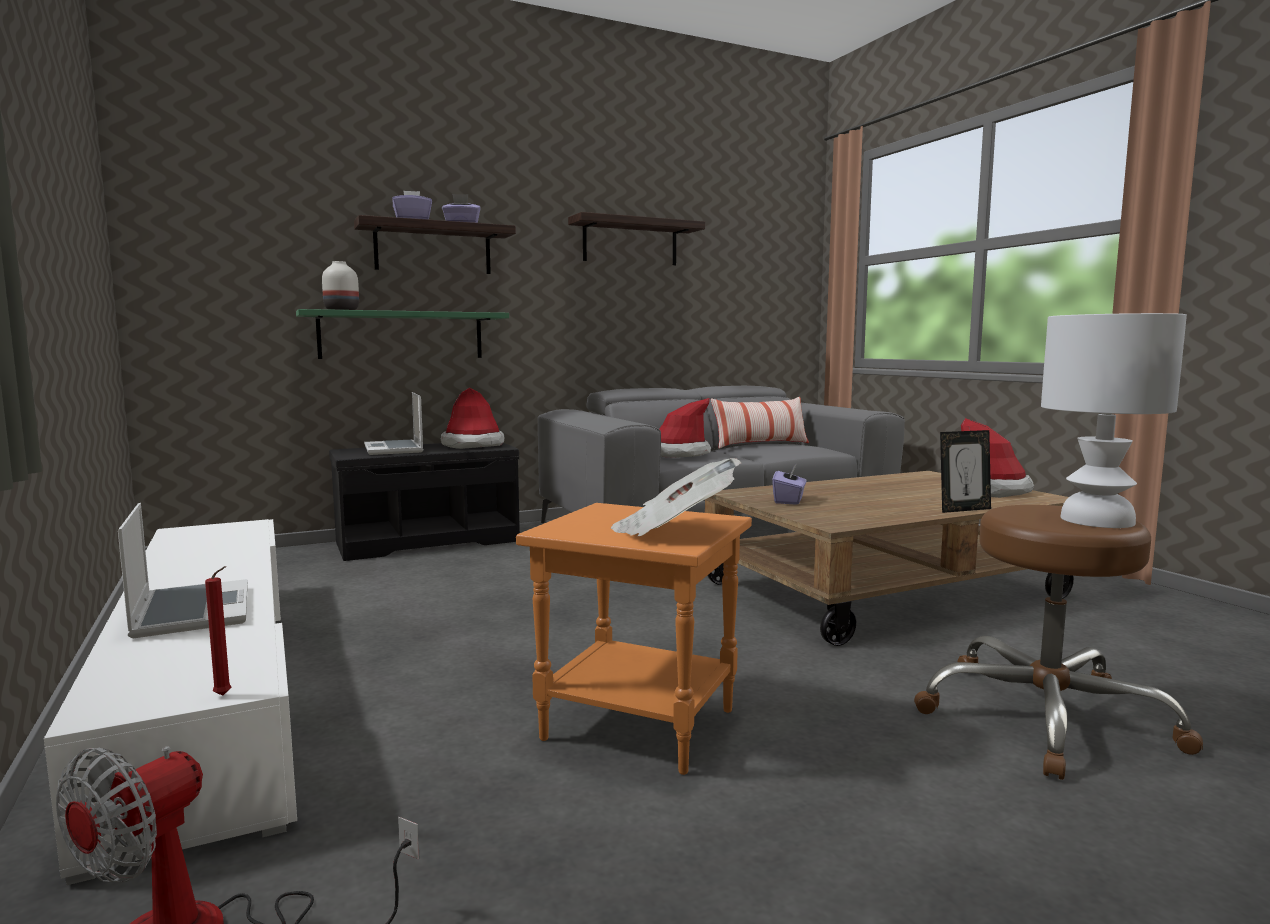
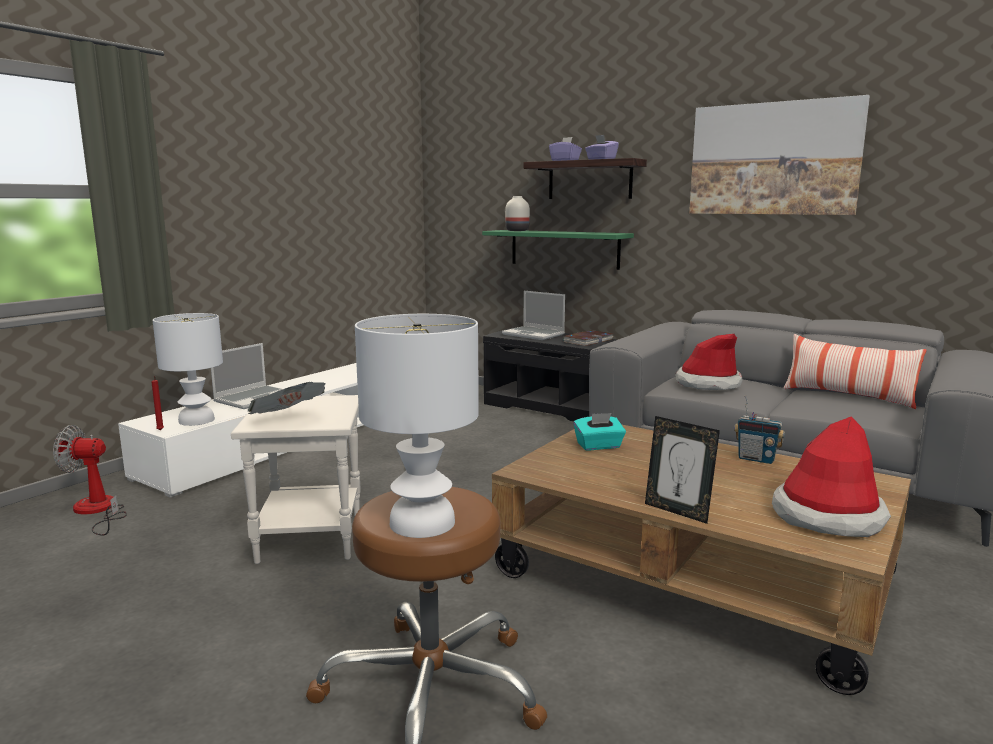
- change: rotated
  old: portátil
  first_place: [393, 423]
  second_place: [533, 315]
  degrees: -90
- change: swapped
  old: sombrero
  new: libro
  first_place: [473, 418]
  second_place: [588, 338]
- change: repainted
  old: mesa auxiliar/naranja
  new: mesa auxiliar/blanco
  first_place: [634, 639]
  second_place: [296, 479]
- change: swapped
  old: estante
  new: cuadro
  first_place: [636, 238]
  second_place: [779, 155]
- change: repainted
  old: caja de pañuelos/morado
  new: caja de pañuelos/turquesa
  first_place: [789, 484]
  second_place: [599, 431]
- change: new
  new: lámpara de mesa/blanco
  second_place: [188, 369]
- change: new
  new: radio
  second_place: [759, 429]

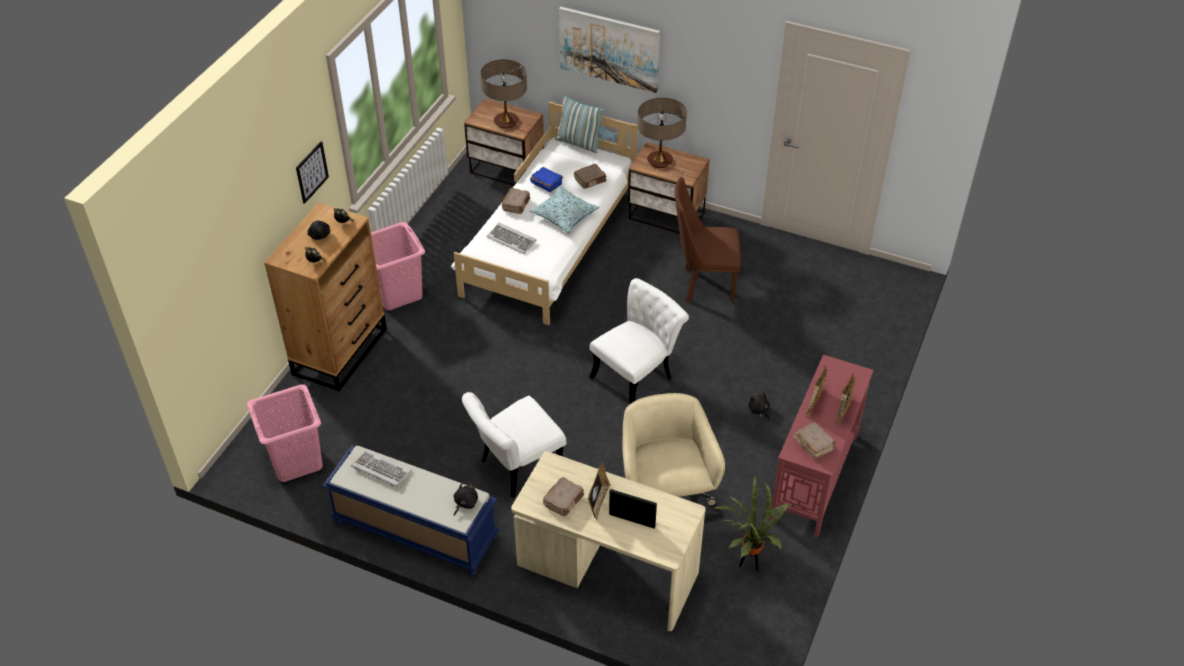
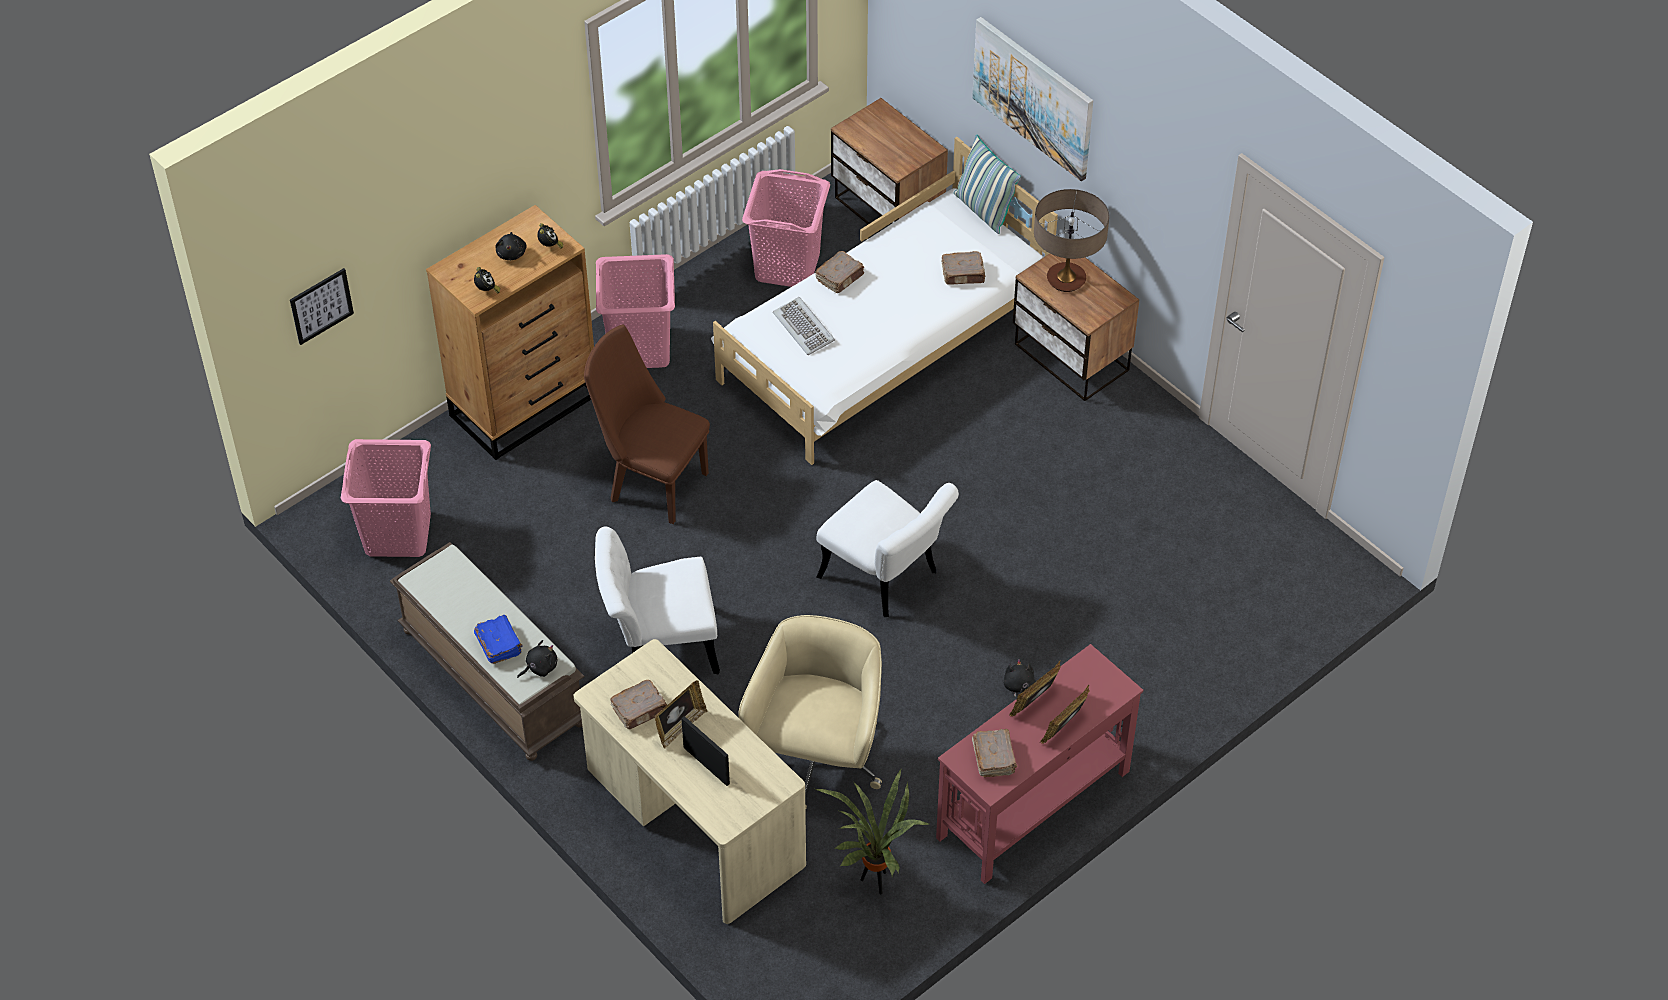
- change: shifted
  old: cuadro
  first_place: [312, 172]
  second_place: [322, 306]
- change: repainted
  old: banco/azul
  new: banco/marrón
  first_place: [411, 510]
  second_place: [487, 651]
- change: gone
  old: teclado
  first_place: [381, 468]
- change: gone
  old: lámpara de mesa
  first_place: [504, 94]
- change: shifted
  old: libro/azul
  first_place: [546, 179]
  second_place: [498, 639]
- change: gone
  old: cojín
  first_place: [564, 210]
- change: rotated
  old: silla/blanco
  first_place: [639, 341]
  second_place: [888, 548]
  degrees: 60
- change: shifted
  old: silla/marrón
  first_place: [708, 240]
  second_place: [647, 424]
- change: new
  new: cesto de la ropa/rosa
  second_place: [786, 228]

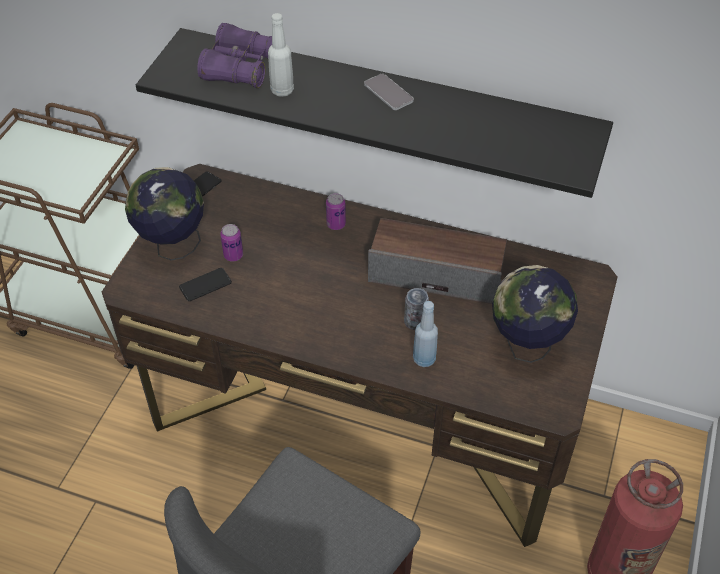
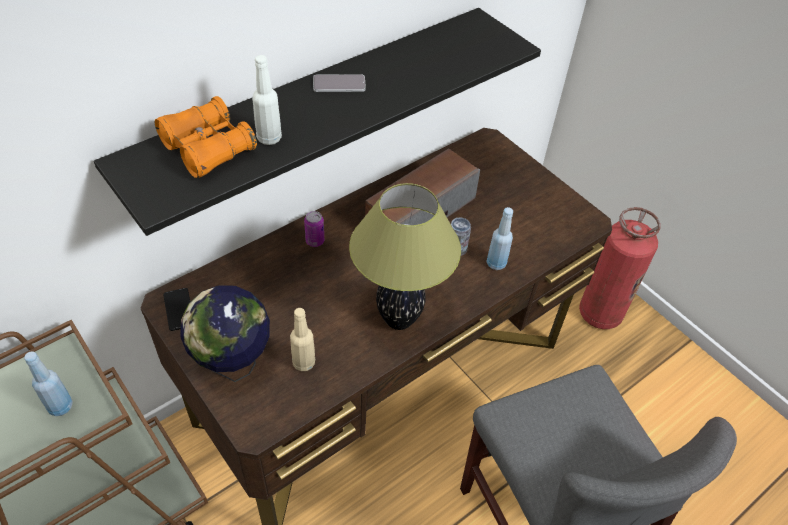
- change: swapped
  old: móvil
  new: botella/beis
  first_place: [205, 284]
  second_place: [302, 339]
- change: repainted
  old: prismáticos/morado
  new: prismáticos/naranja
  first_place: [234, 55]
  second_place: [206, 137]
- change: gone
  old: lata
  first_place: [231, 243]
- change: gone
  old: globo terráqueo
  first_place: [535, 314]
- change: new
  new: botella/azul
  second_place: [48, 383]
- change: new
  new: lámpara de mesa
  second_place: [405, 256]

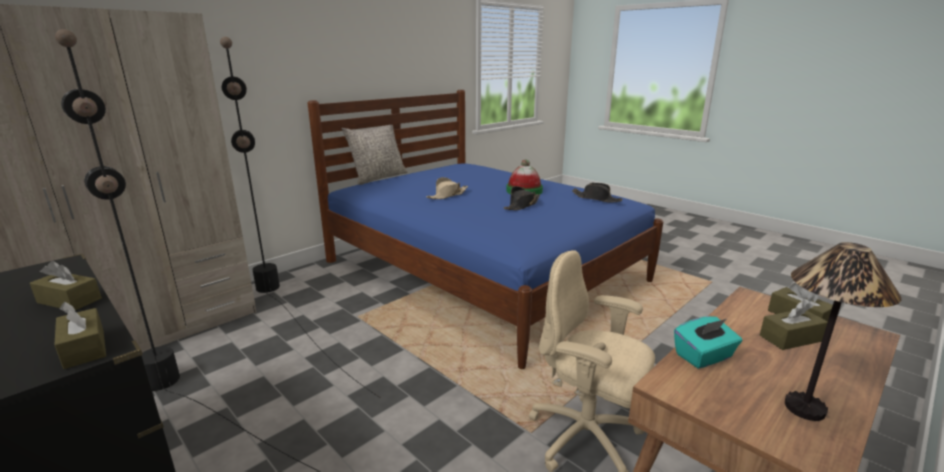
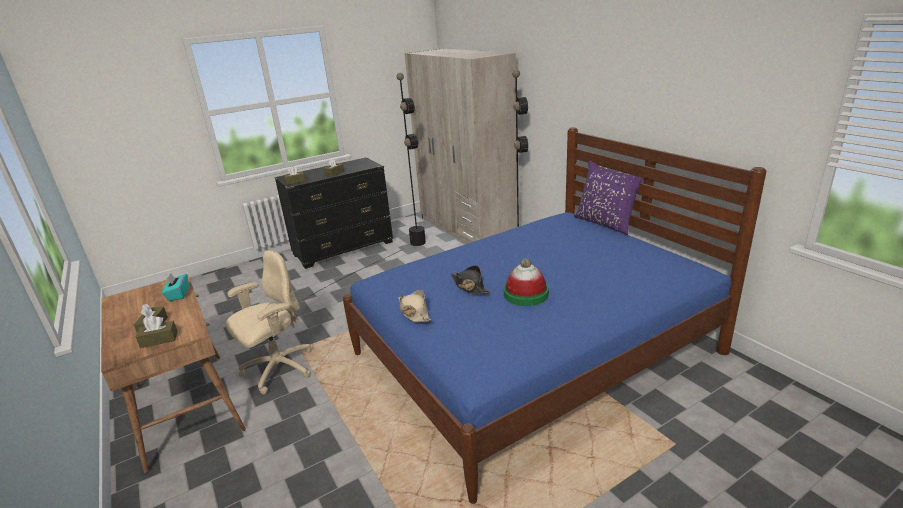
- change: repainted
  old: cojín/gris
  new: cojín/morado
  first_place: [374, 155]
  second_place: [609, 198]
- change: shifted
  old: sombrero/beis
  first_place: [447, 188]
  second_place: [414, 306]
- change: gone
  old: sombrero/negro
  first_place: [597, 192]
- change: gone
  old: lámpara de mesa
  first_place: [843, 331]

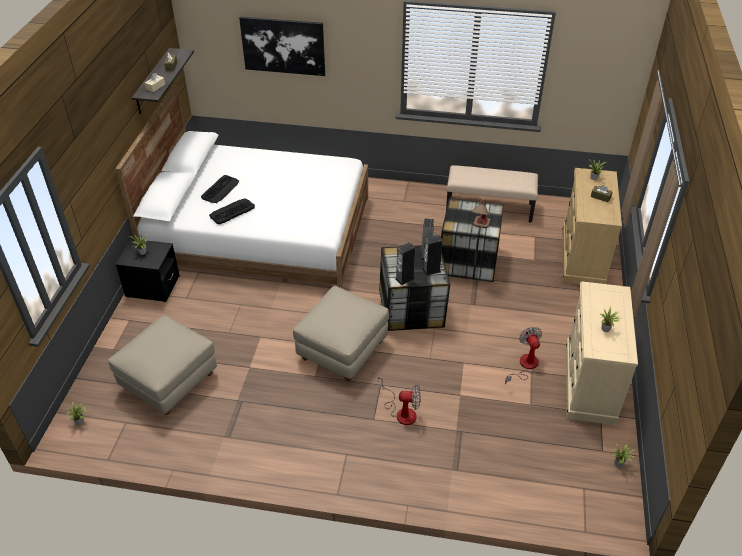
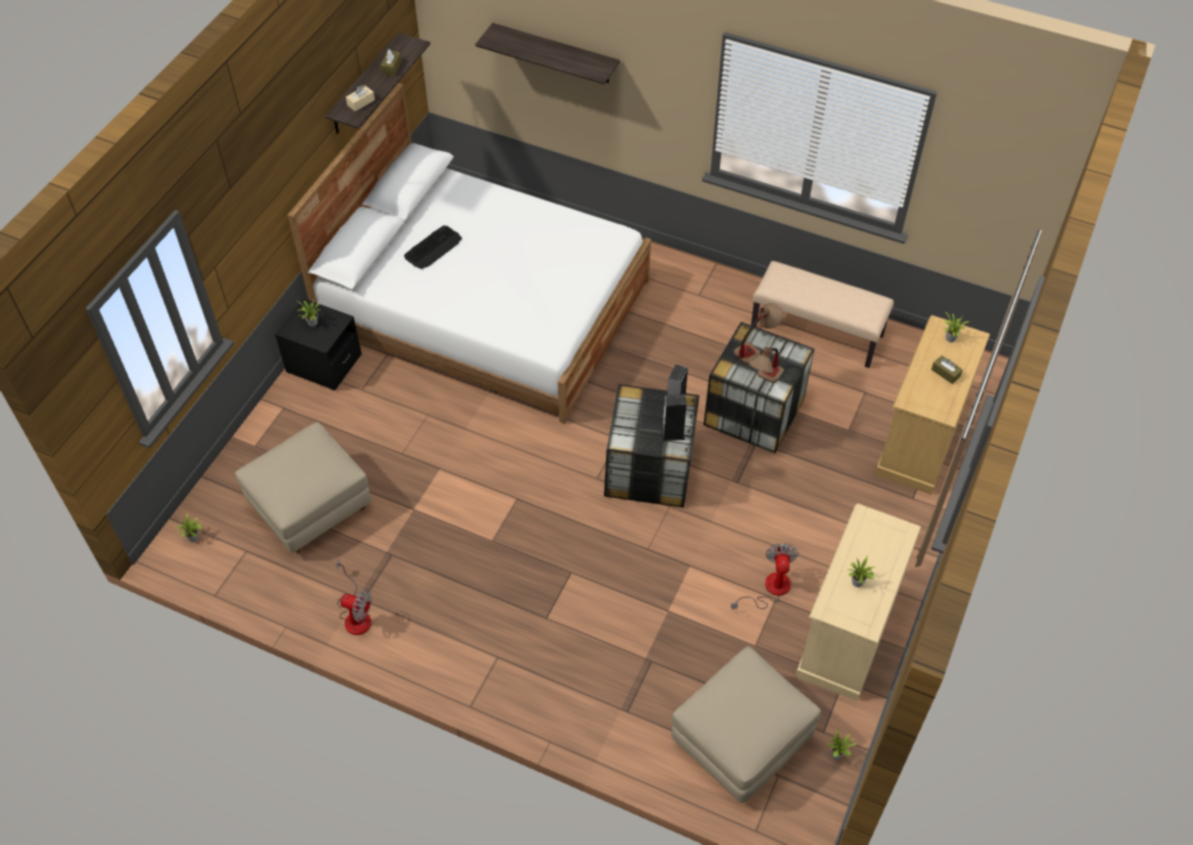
- change: gone
  old: teclado
  first_place: [232, 211]
- change: swapped
  old: cuadro
  new: estante
  first_place: [282, 46]
  second_place: [547, 54]
- change: shifted
  old: puf/beis
  first_place: [341, 333]
  second_place: [746, 724]
- change: shifted
  old: ventilador
  first_place: [399, 399]
  second_place: [354, 596]
- change: gone
  old: altavoz
  first_place: [405, 263]
- change: new
  new: lámpara de mesa
  second_place: [758, 333]

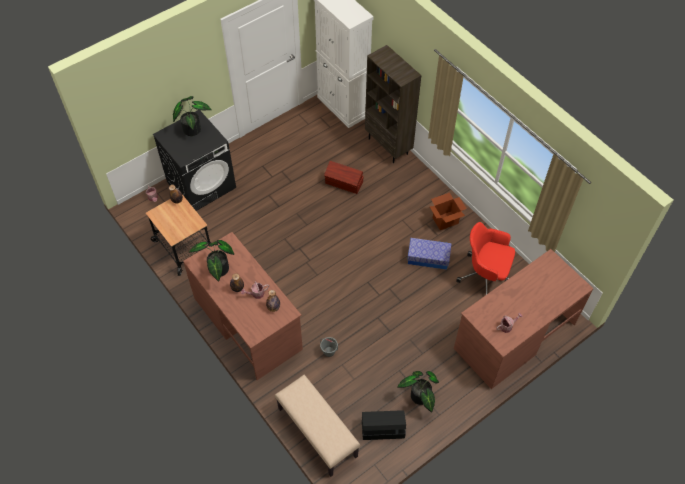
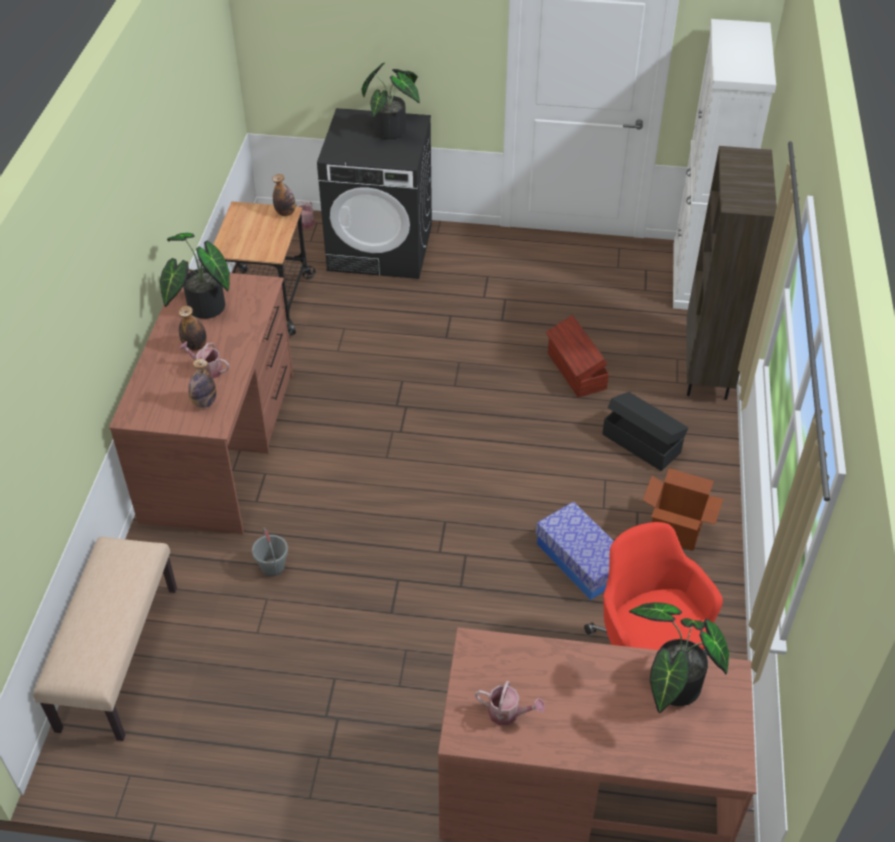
- change: shifted
  old: caja de almacenaje/negro
  first_place: [384, 425]
  second_place: [645, 431]
- change: shifted
  old: planta en maceta
  first_place: [418, 391]
  second_place: [679, 657]

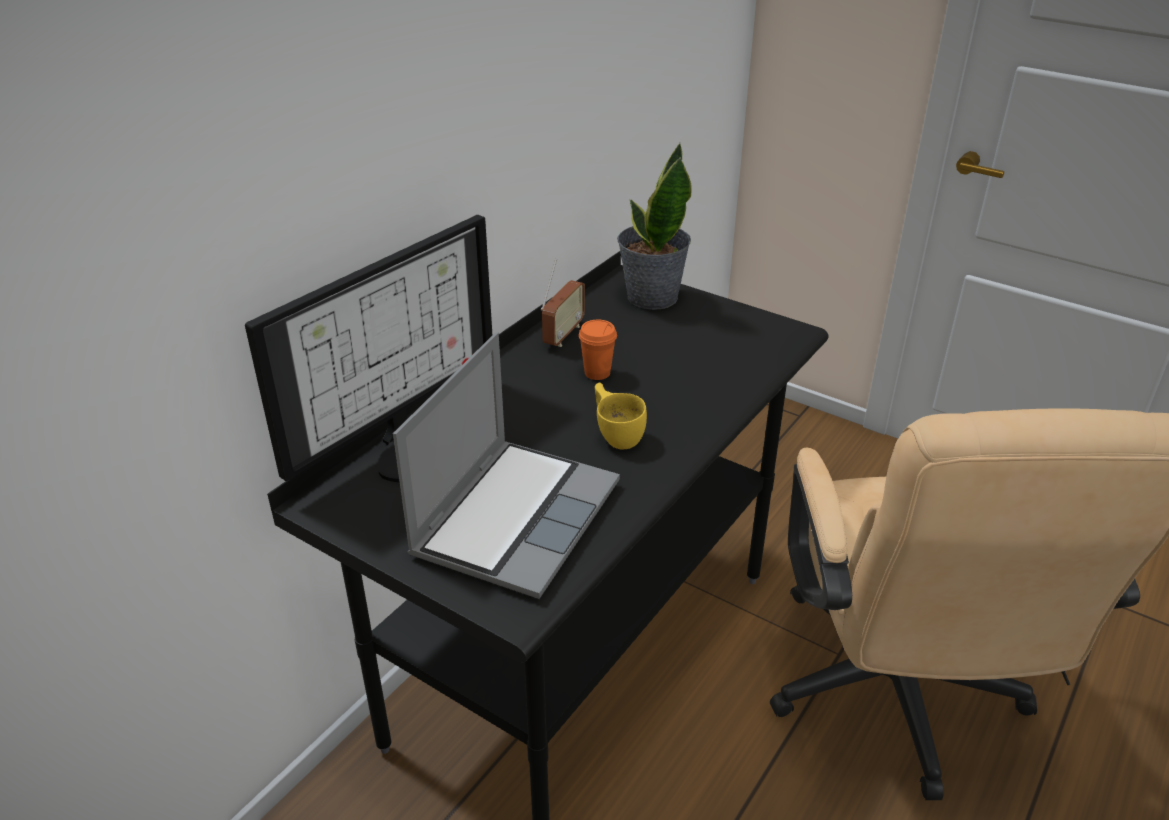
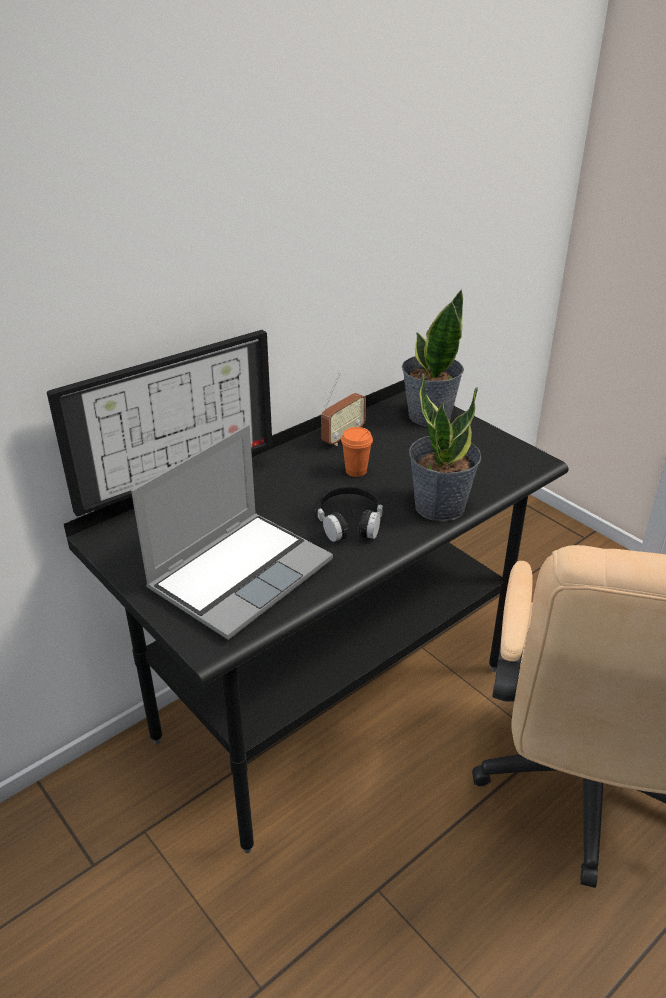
- change: swapped
  old: taza/amarillo
  new: auriculares/negro
  first_place: [621, 415]
  second_place: [349, 513]
- change: new
  new: planta en maceta
  second_place: [445, 448]

